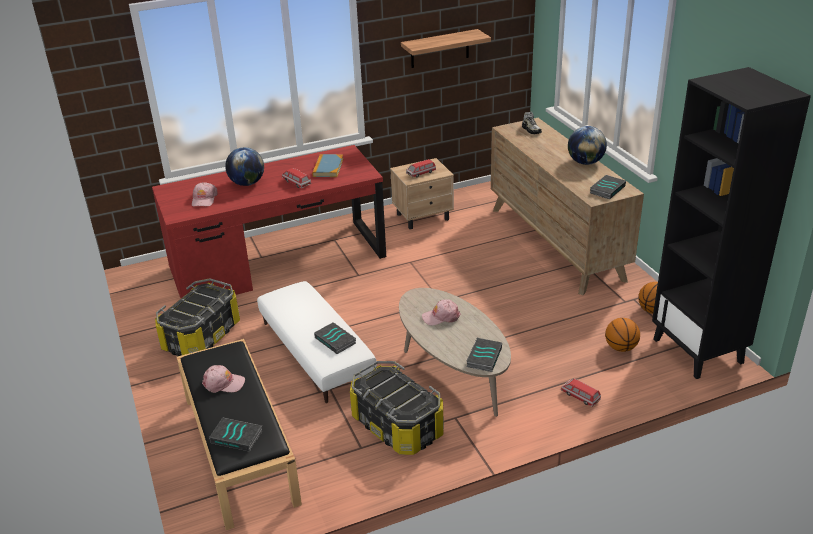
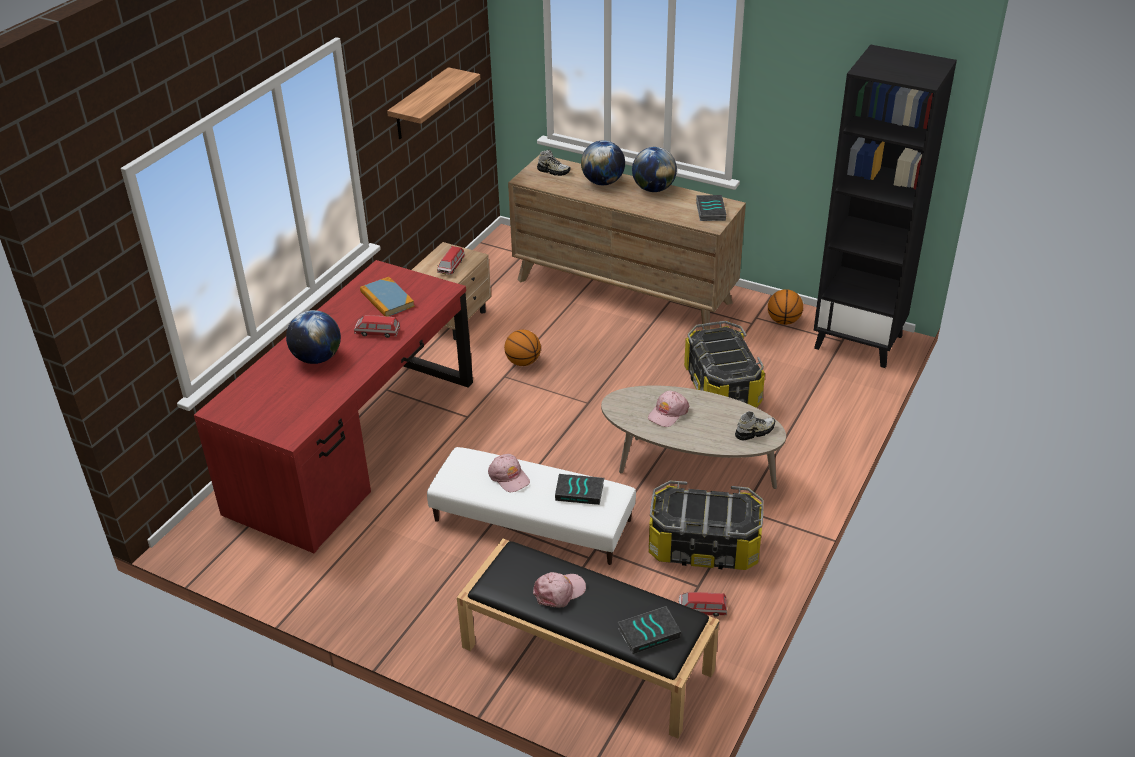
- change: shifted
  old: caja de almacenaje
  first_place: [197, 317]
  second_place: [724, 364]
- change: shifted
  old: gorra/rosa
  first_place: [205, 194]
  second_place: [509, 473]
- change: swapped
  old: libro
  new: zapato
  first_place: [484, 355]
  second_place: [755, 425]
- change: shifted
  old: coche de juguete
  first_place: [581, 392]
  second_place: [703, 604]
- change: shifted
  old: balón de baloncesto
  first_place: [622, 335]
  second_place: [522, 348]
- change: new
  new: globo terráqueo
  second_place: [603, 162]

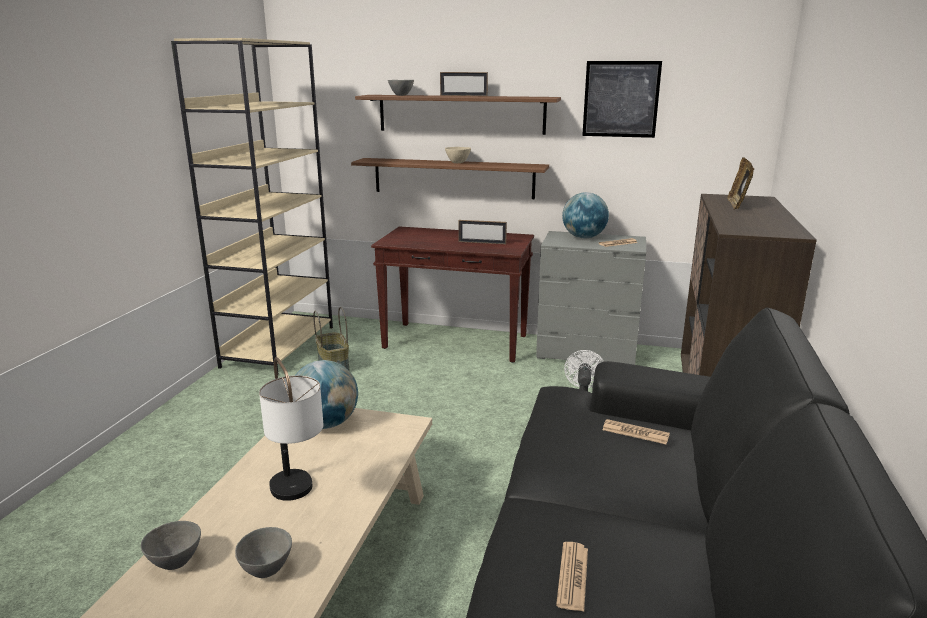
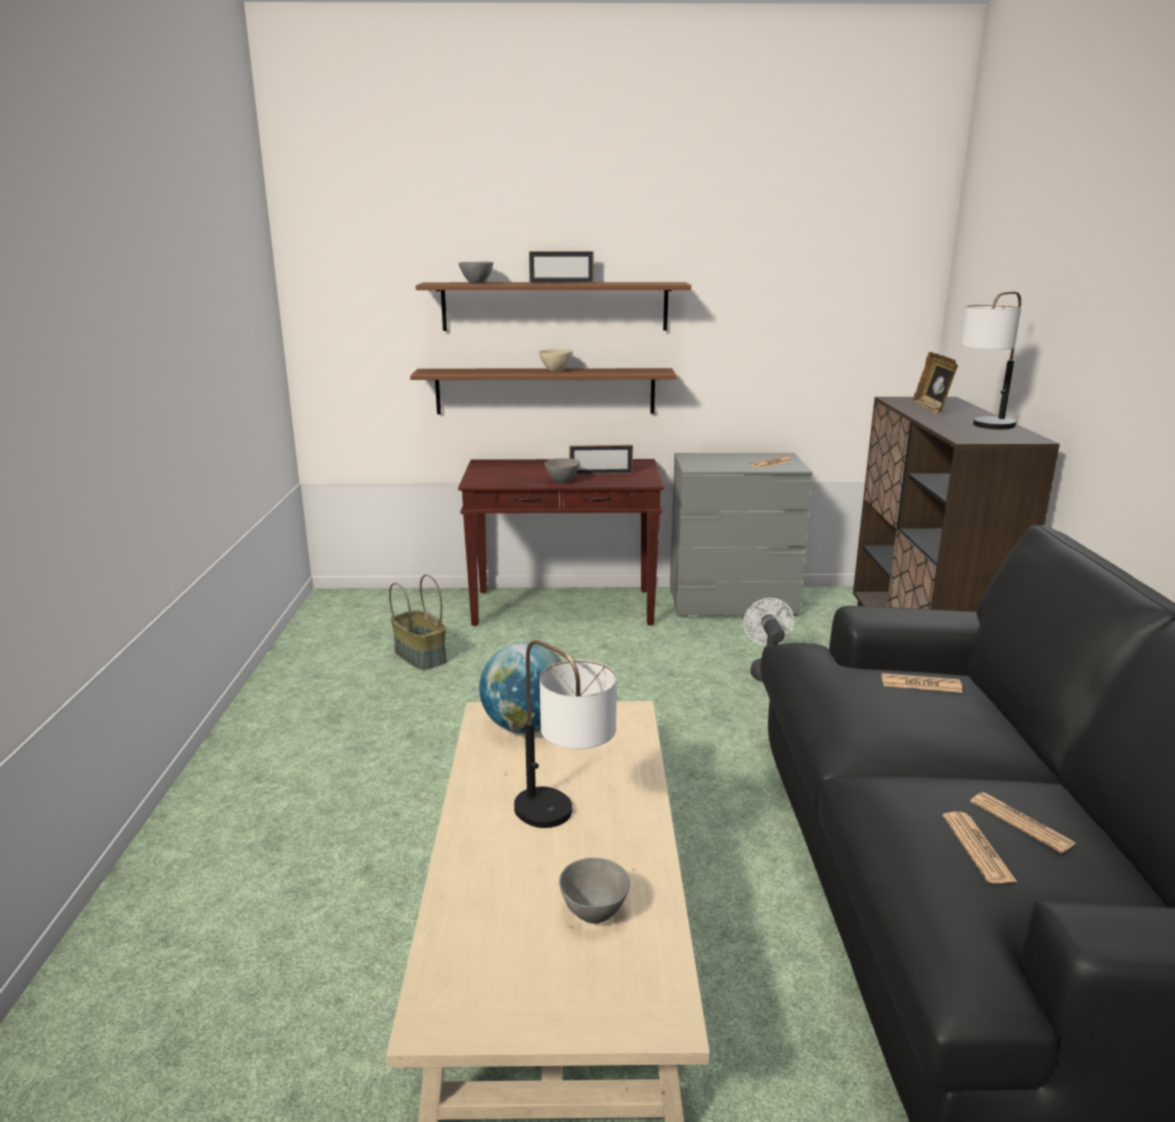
- change: shifted
  old: cuenco/gris
  first_place: [171, 545]
  second_place: [562, 470]
- change: gone
  old: estantería/beis
  first_place: [252, 205]
- change: gone
  old: globo terráqueo
  first_place: [585, 215]
- change: gone
  old: cuadro
  first_place: [622, 99]
- change: new
  new: lámpara de mesa
  second_place: [990, 360]
- change: new
  new: periódico
  second_place: [1023, 822]

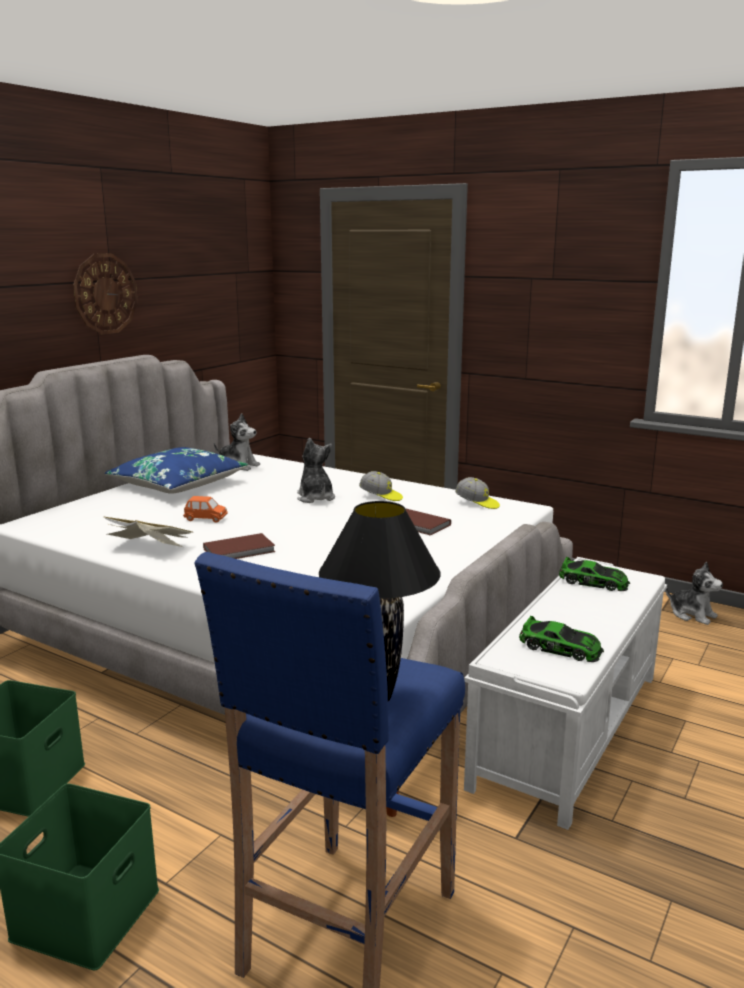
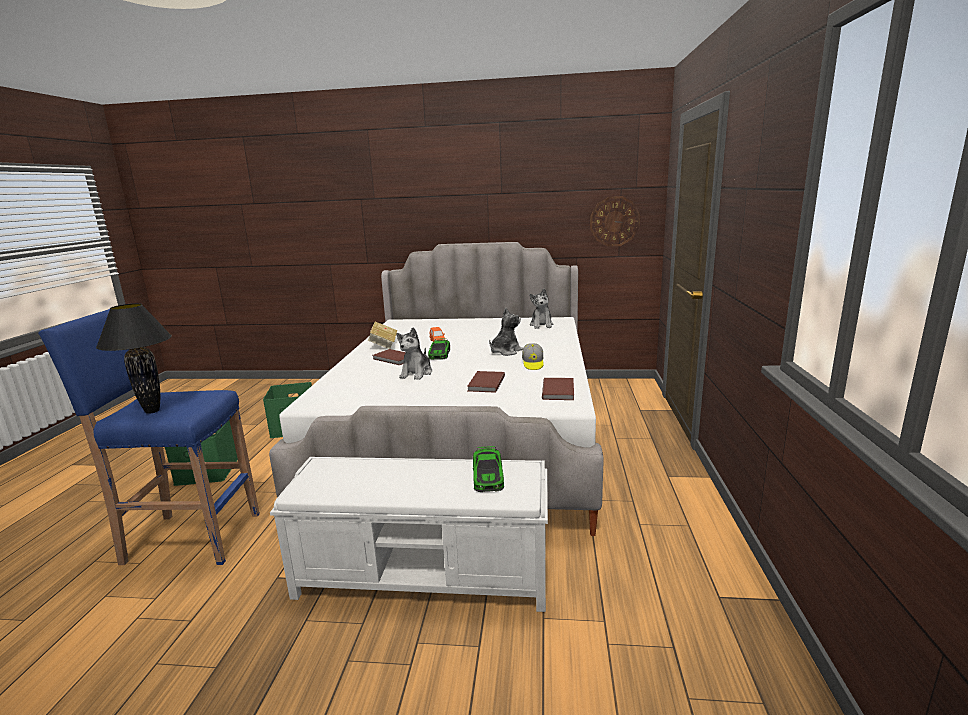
- change: shifted
  old: reloj de pared
  first_place: [105, 294]
  second_place: [615, 221]
- change: gone
  old: cojín/azul
  first_place: [176, 470]
- change: swapped
  old: gorra
  new: libro/marrón
  first_place: [477, 493]
  second_place: [558, 389]
- change: shifted
  old: coche de juguete
  first_place: [561, 639]
  second_place: [439, 349]
- change: shifted
  old: peluche
  first_place: [694, 593]
  second_place: [414, 353]

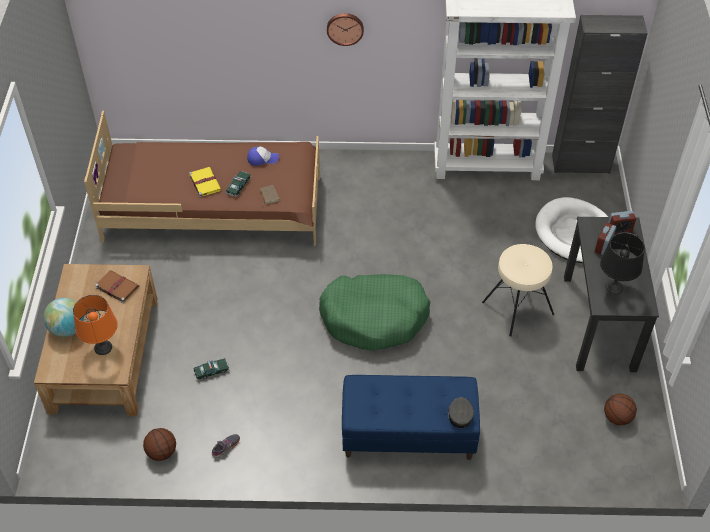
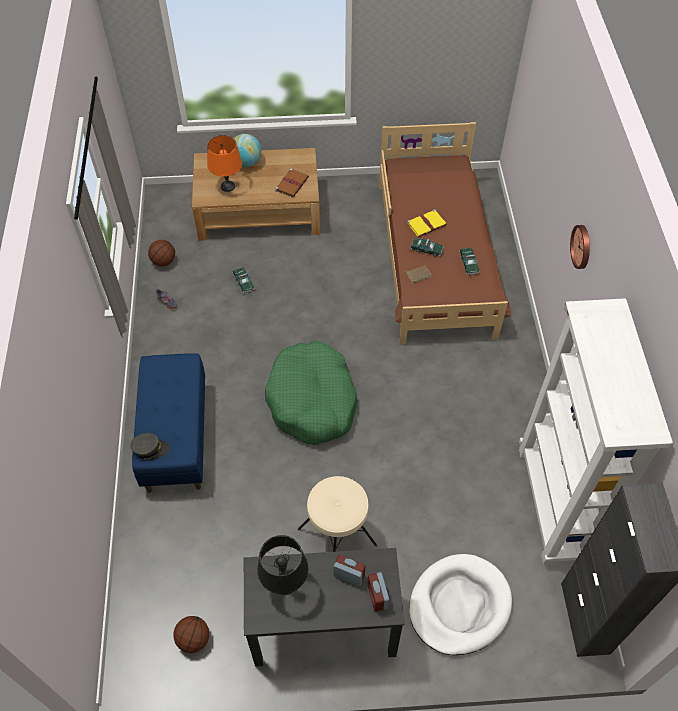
- change: swapped
  old: gorra
  new: coche de juguete
  first_place: [263, 156]
  second_place: [469, 261]

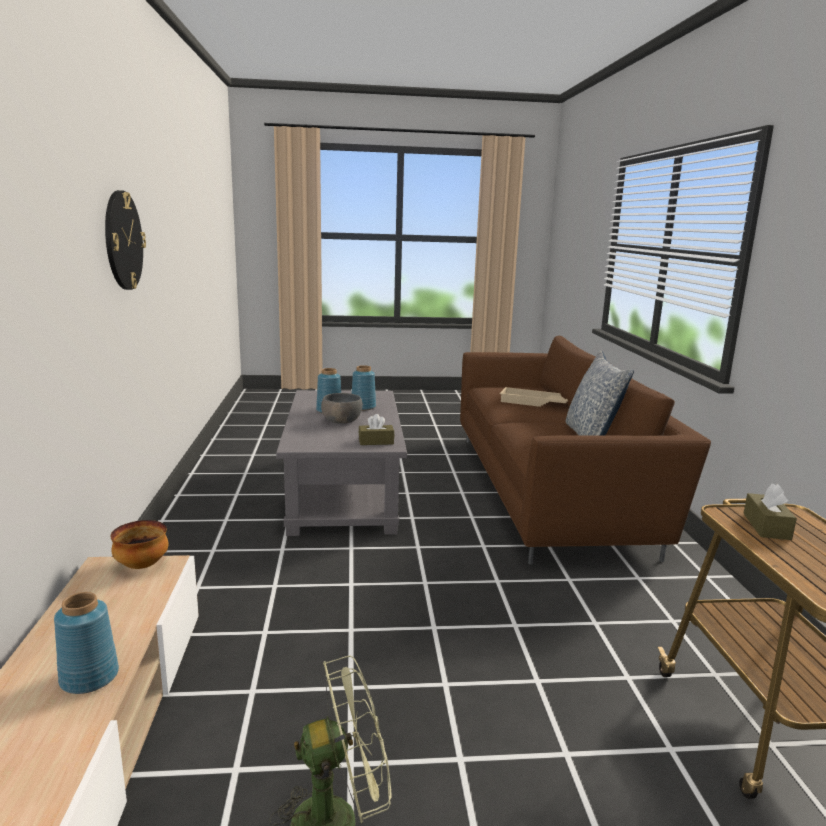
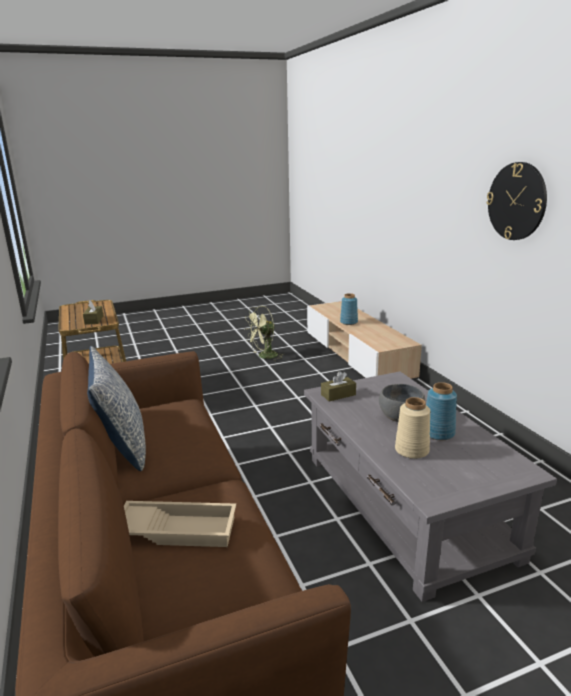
- change: gone
  old: cuenco
  first_place: [139, 544]
- change: repainted
  old: florero/azul
  new: florero/beis
  first_place: [363, 387]
  second_place: [412, 428]

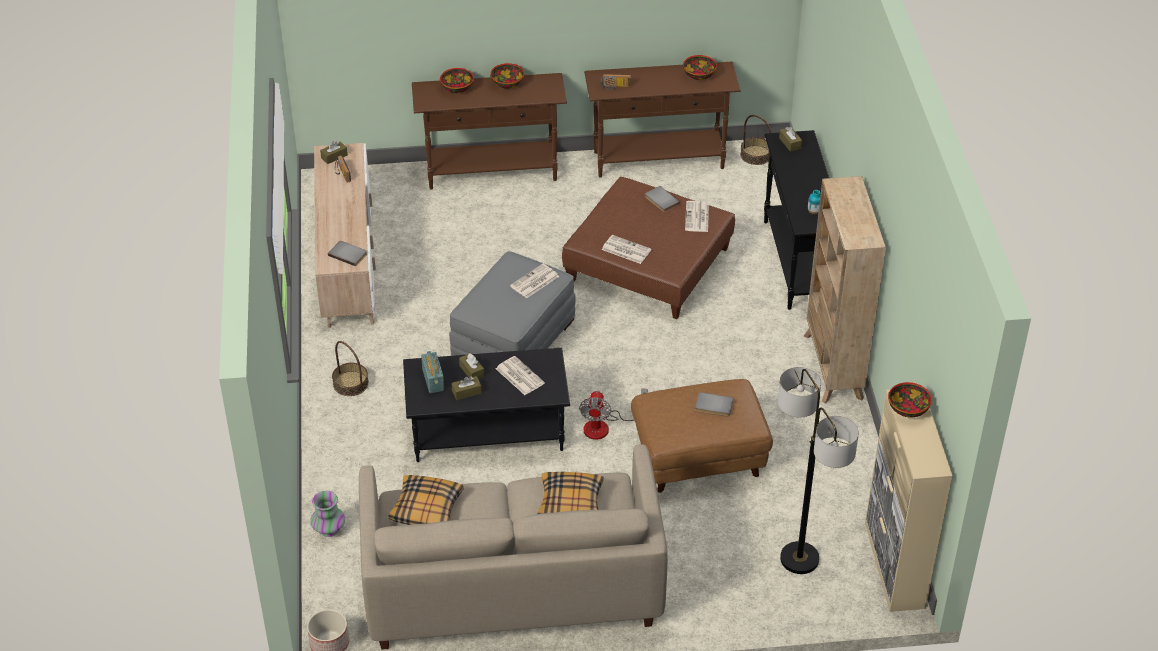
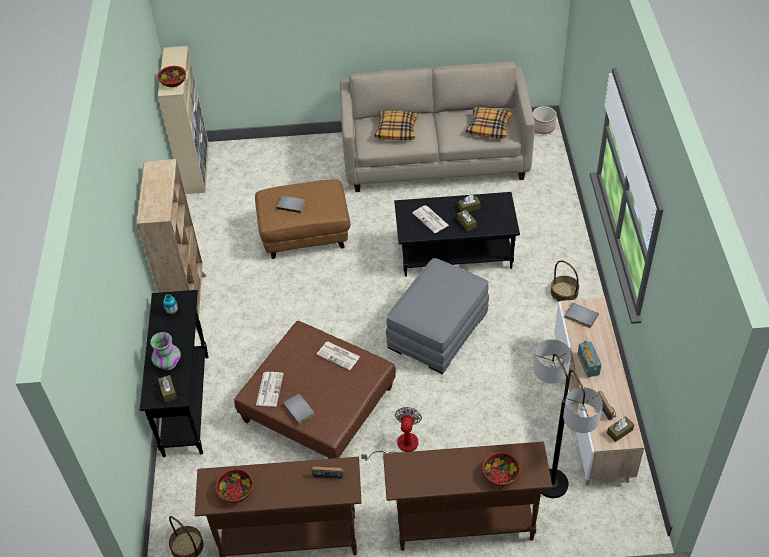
- change: shifted
  old: florero
  first_place: [327, 514]
  second_place: [165, 351]
- change: shifted
  old: radio
  first_place: [432, 372]
  second_place: [589, 359]
- change: gone
  old: cuenco
  first_place: [507, 76]
- change: gone
  old: periódico
  first_place: [534, 281]
- change: shifted
  old: ventilador
  first_place: [613, 414]
  second_place: [391, 434]
- change: shifted
  old: lámpara de pie
  first_place: [818, 470]
  second_place: [568, 418]

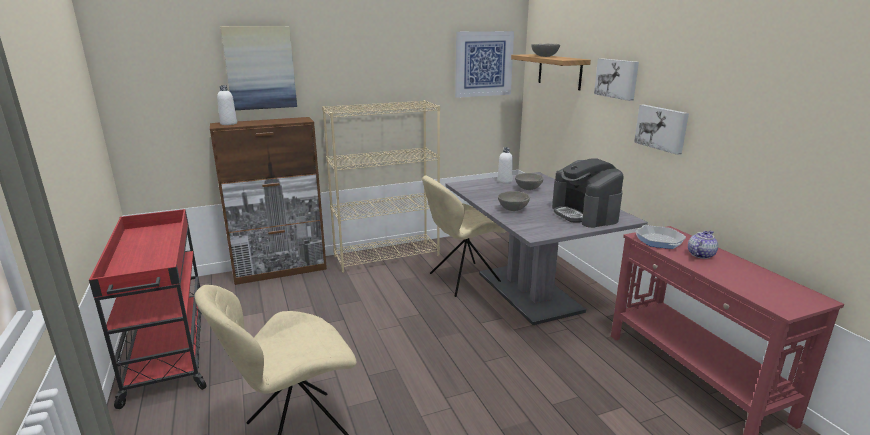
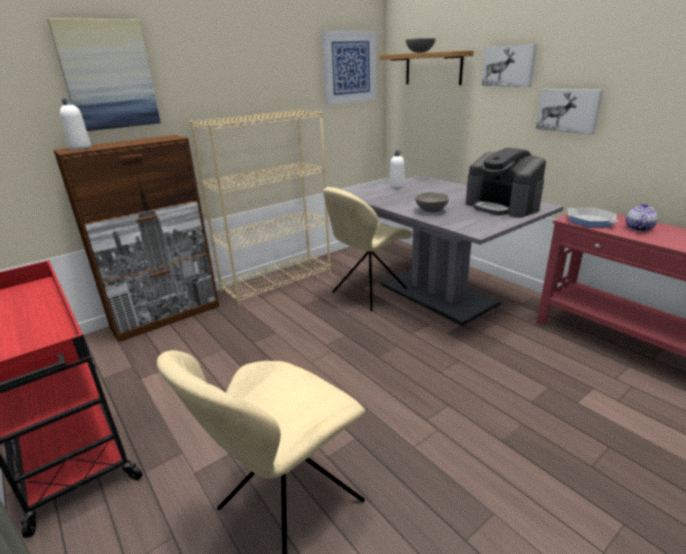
- change: gone
  old: cuenco/gris
  first_place: [529, 181]

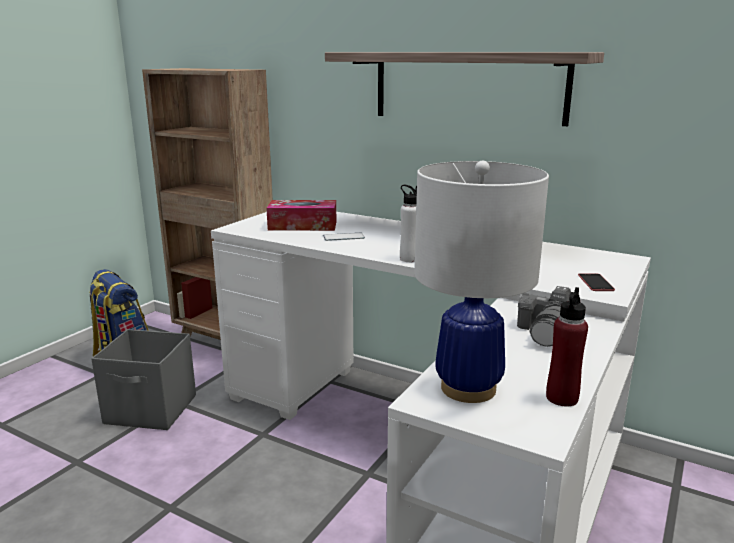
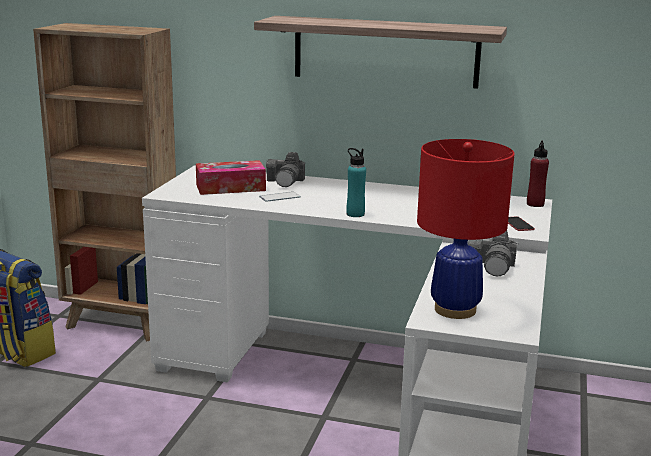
- change: gone
  old: caja de almacenaje/gris
  first_place: [143, 379]
- change: repainted
  old: botella/blanco
  new: botella/turquesa
  first_place: [408, 223]
  second_place: [356, 182]
- change: repainted
  old: lámpara de mesa/blanco
  new: lámpara de mesa/rojo
  first_place: [482, 281]
  second_place: [465, 229]
- change: shifted
  old: botella/rojo
  first_place: [567, 346]
  second_place: [538, 173]
- change: new
  new: cámara
  second_place: [285, 169]

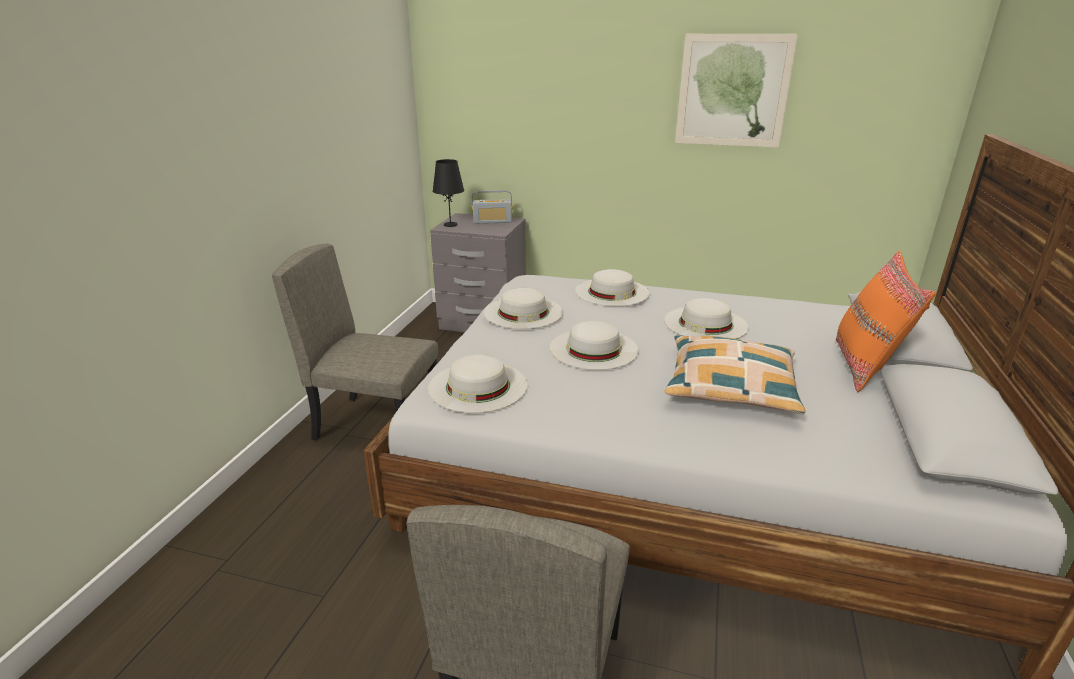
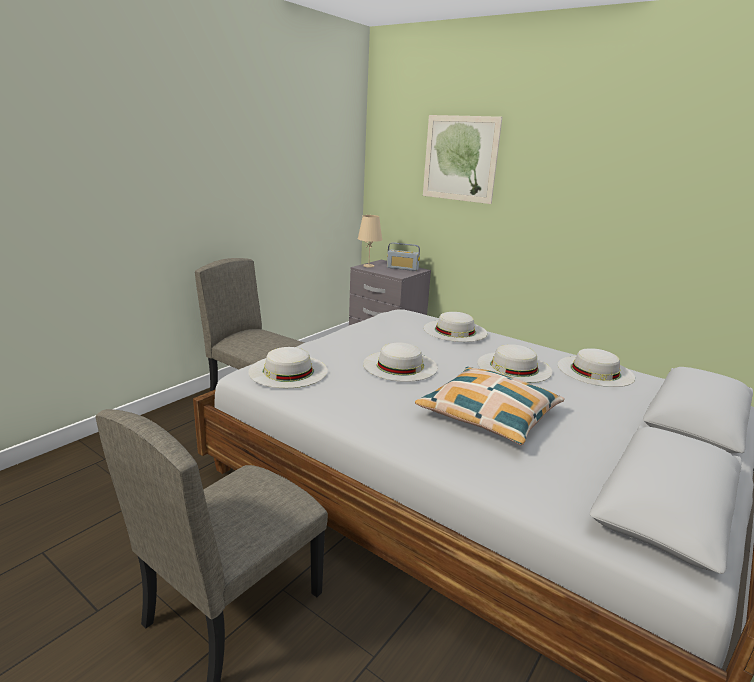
- change: repainted
  old: lámpara de mesa/negro
  new: lámpara de mesa/beis
  first_place: [448, 193]
  second_place: [370, 241]
- change: shifted
  old: sombrero/blanco
  first_place: [523, 308]
  second_place: [596, 367]
- change: shifted
  old: cuadro
  first_place: [736, 91]
  second_place: [462, 159]
- change: gone
  old: cojín/naranja
  first_place: [886, 321]

